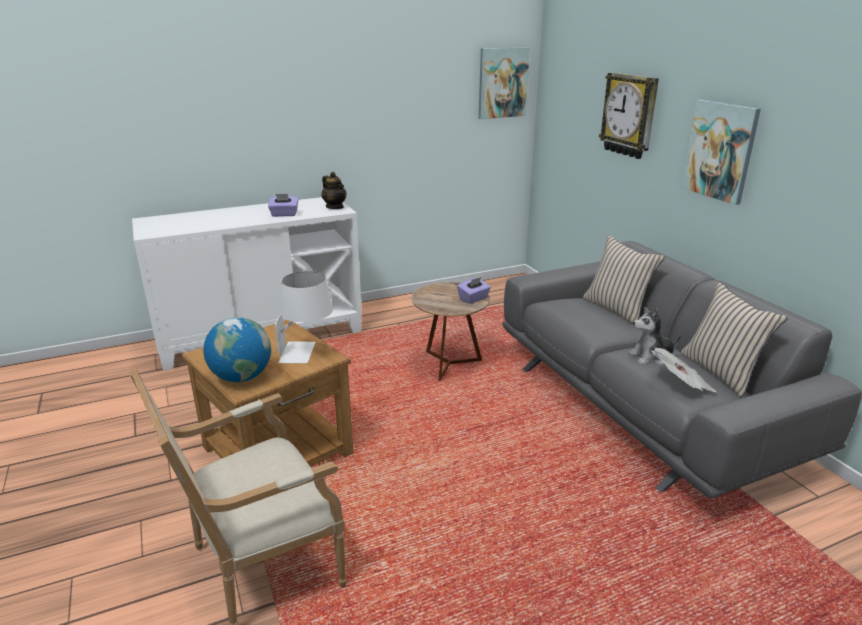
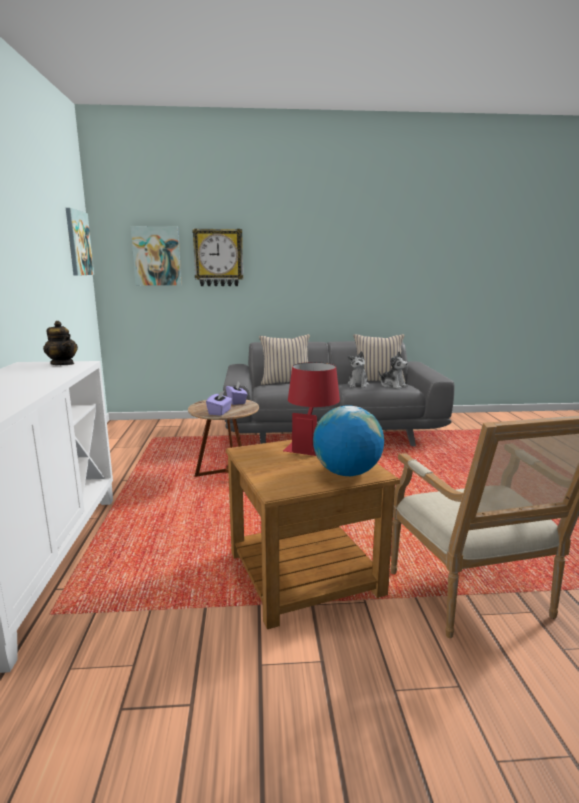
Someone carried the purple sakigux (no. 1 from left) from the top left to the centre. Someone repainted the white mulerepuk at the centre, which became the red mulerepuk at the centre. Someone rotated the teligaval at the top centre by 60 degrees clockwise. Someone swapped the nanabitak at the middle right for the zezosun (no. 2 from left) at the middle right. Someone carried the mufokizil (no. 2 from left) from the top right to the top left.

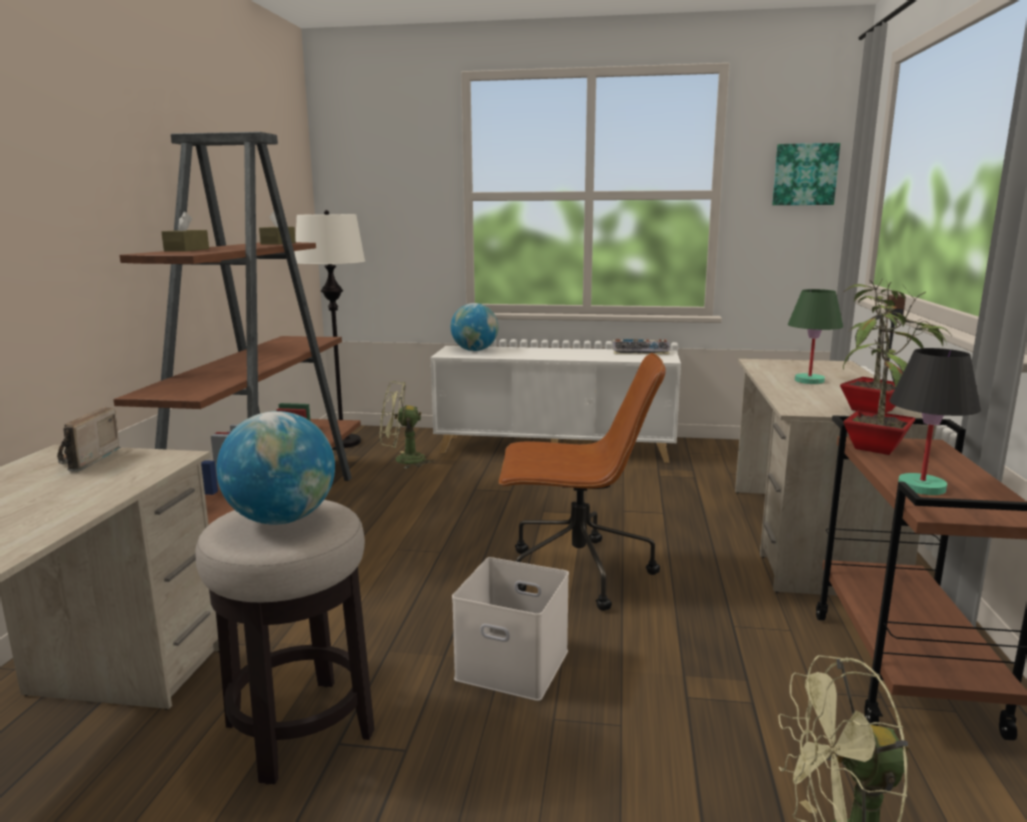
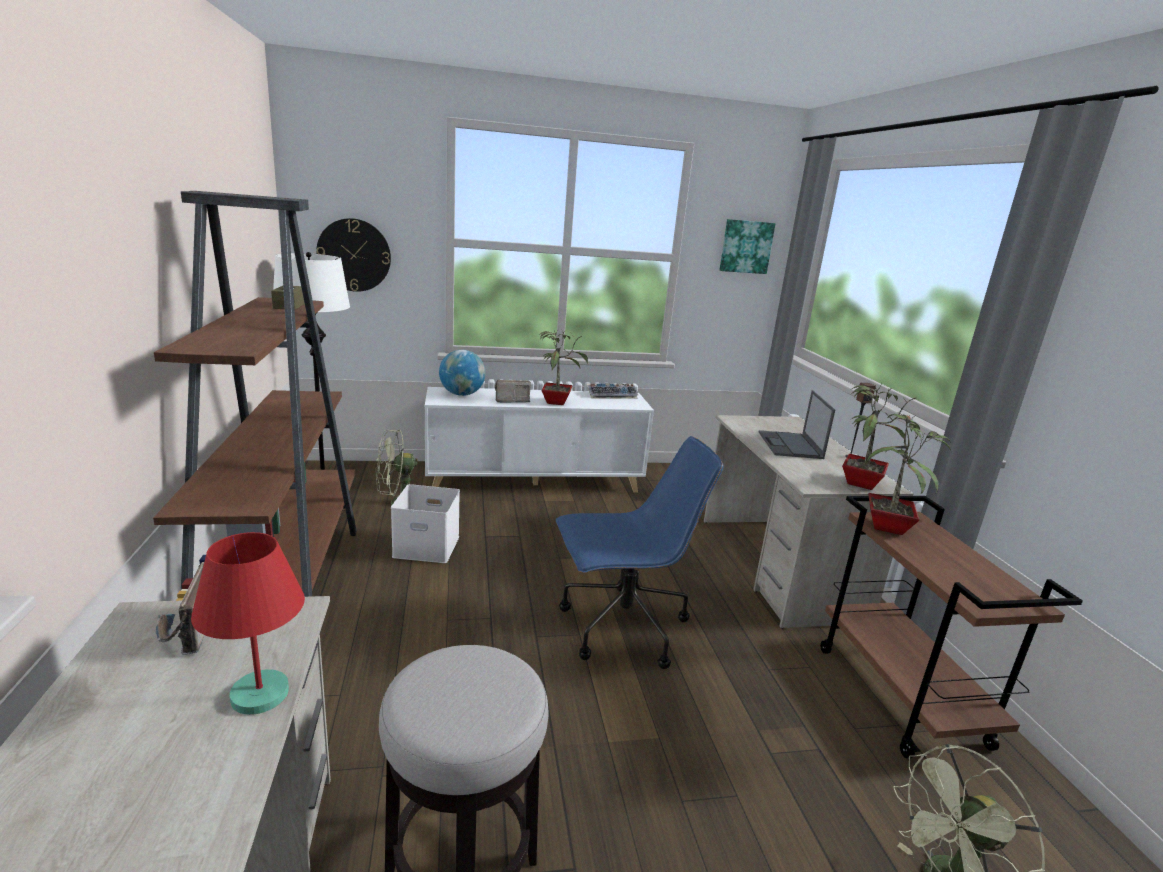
Someone took away the brown sakigux (no. 1 from left) at the top left. Someone took away the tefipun (no. 1 from left) at the middle left. Someone carried the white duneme from the bottom centre to the centre. Someone repainted the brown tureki at the centre, which became the blue tureki at the centre. Someone swapped the green mulerepuk at the middle right for the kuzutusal at the middle right. Someone took away the black mulerepuk at the middle right. Someone put down the red mulerepuk at the bottom left. Someone put up the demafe at the top left. Someone put down the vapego (no. 2 from left) at the centre. Someone put down the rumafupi (no. 1 from left) at the centre.

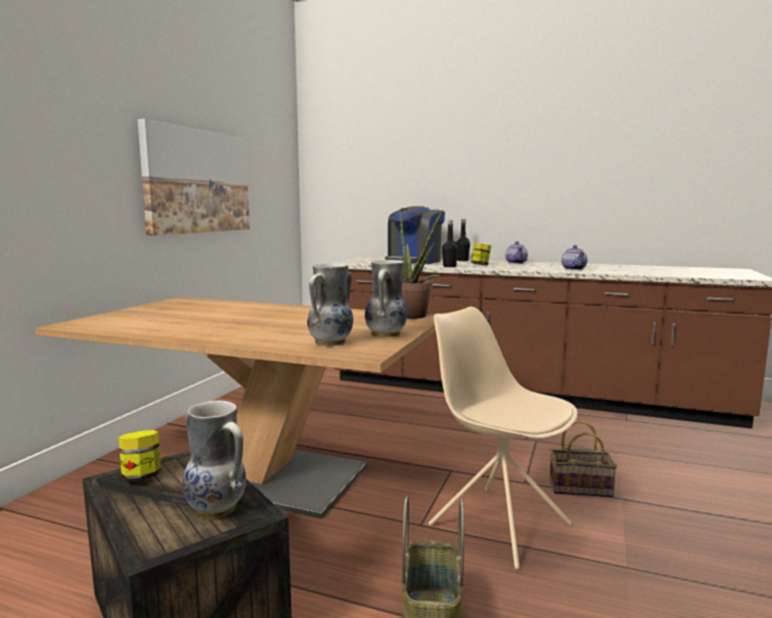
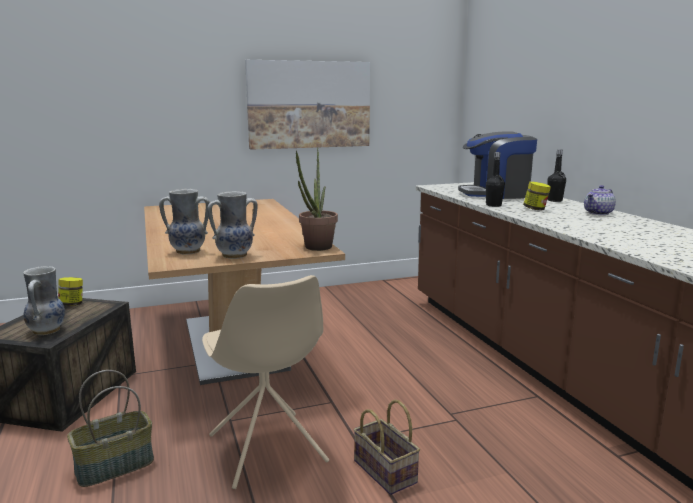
Someone rotated the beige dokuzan at the bottom centre by 150 degrees clockwise. Someone took away the teligaval (no. 2 from left) at the middle right.

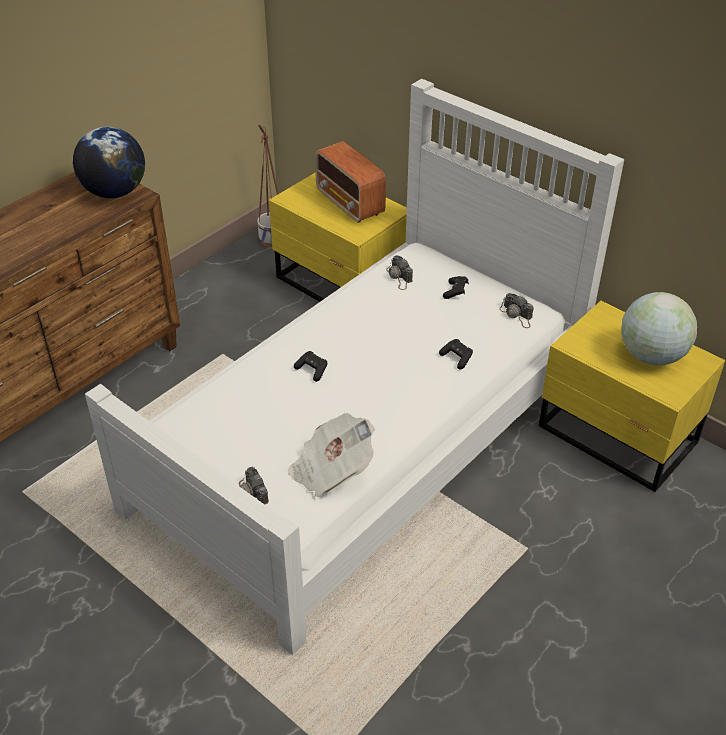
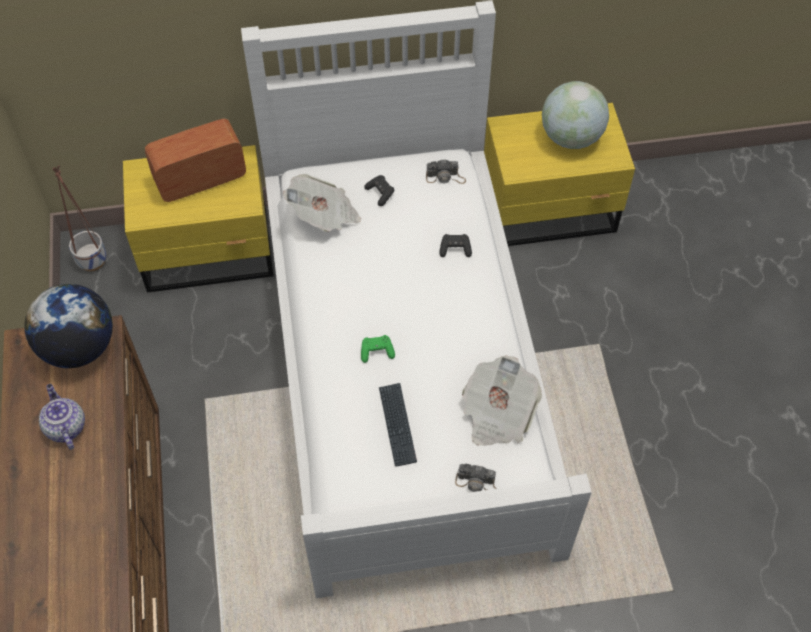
Someone repainted the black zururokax (no. 1 from left) at the centre, which became the green zururokax at the centre. Someone rotated the vapego at the top centre by 150 degrees clockwise. Someone swapped the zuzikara (no. 2 from left) at the centre for the nanabitak (no. 1 from left) at the top centre. Someone put down the teligaval at the middle left. Someone put down the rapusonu at the bottom centre.

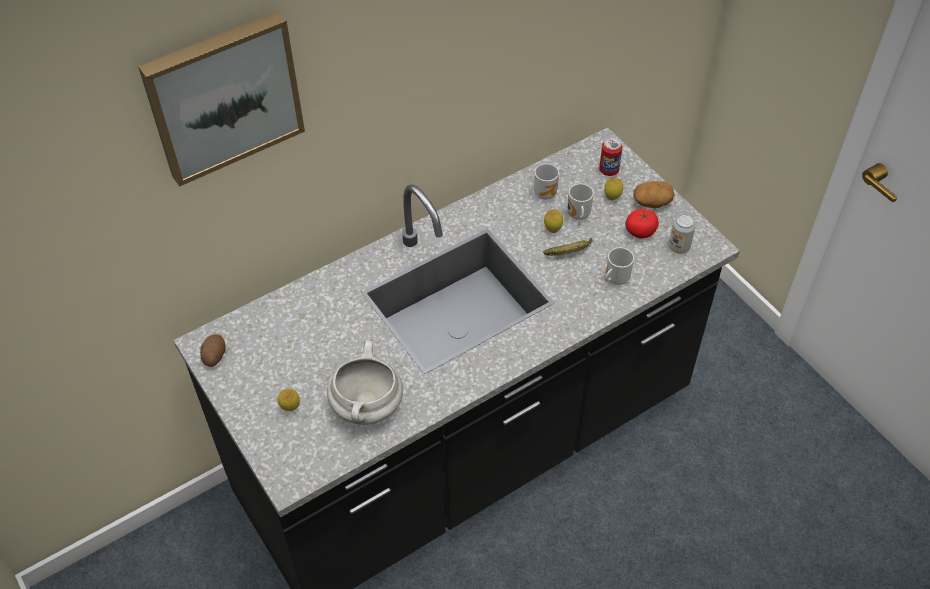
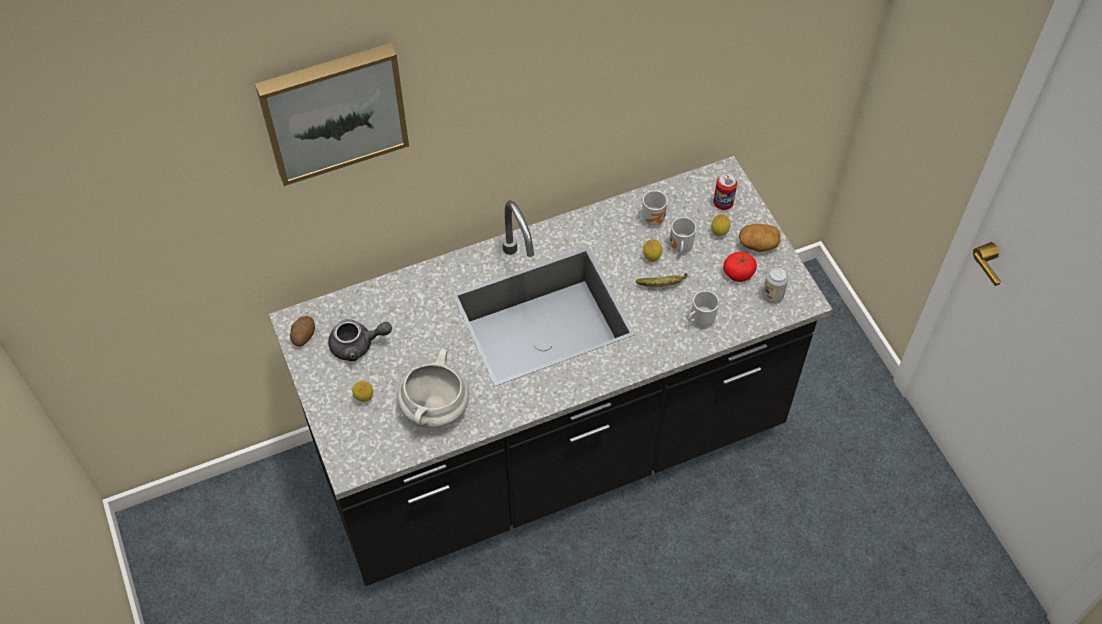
Someone put down the grey teligaval at the middle left.

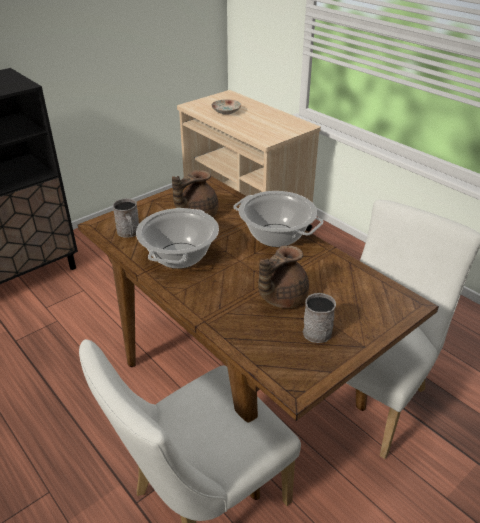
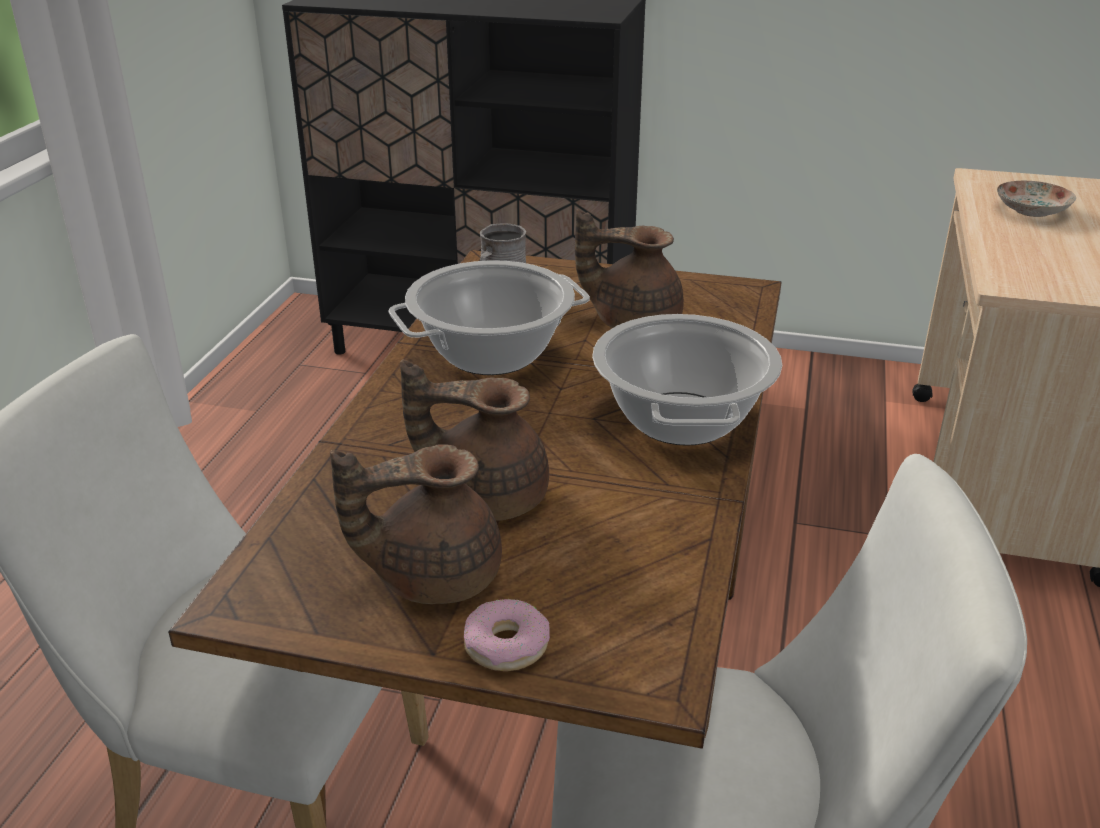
Someone swapped the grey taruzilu (no. 2 from left) at the centre for the brown teligaval (no. 1 from left) at the centre. Someone put down the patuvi at the bottom centre.

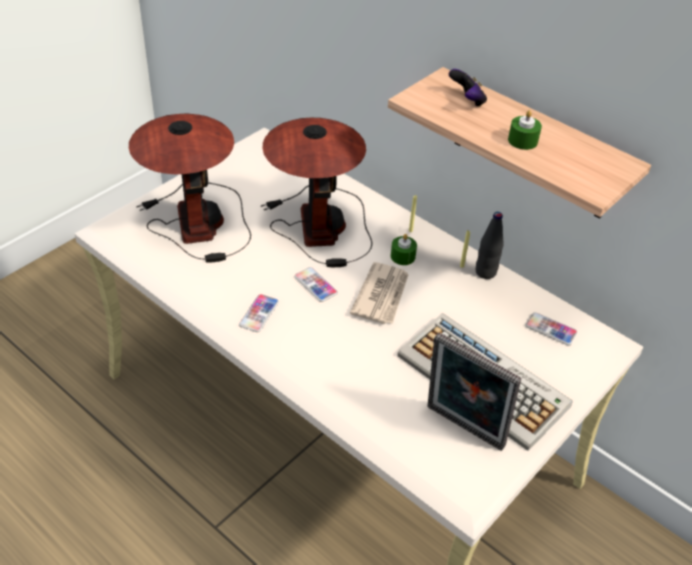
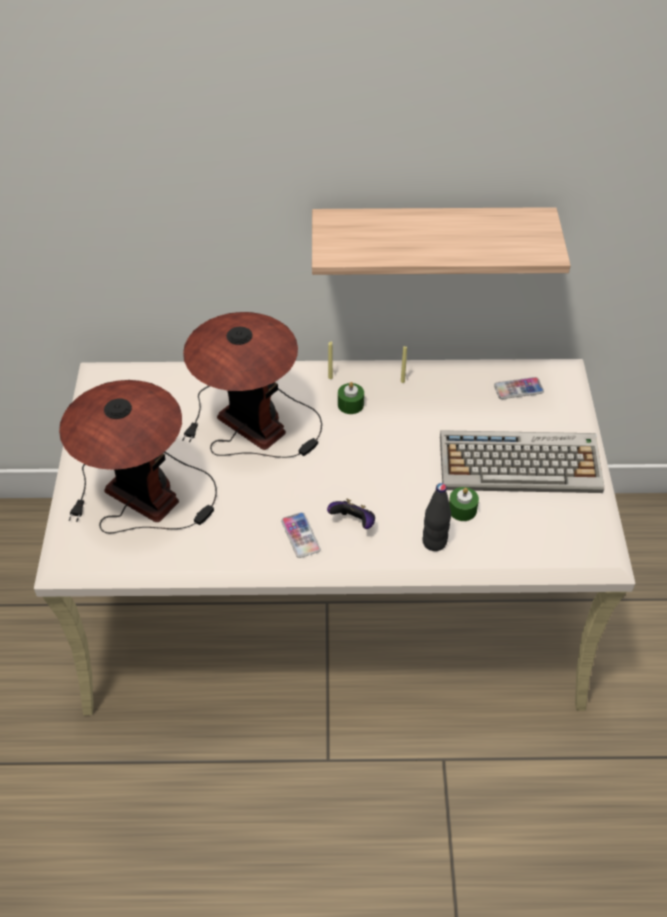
Someone took away the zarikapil (no. 2 from left) at the centre. Someone took away the nanabitak at the centre. Someone took away the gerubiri at the bottom right. Someone carried the zururokax from the top right to the centre. Someone carried the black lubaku from the middle right to the centre. Someone carried the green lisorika (no. 2 from left) from the top right to the middle right.

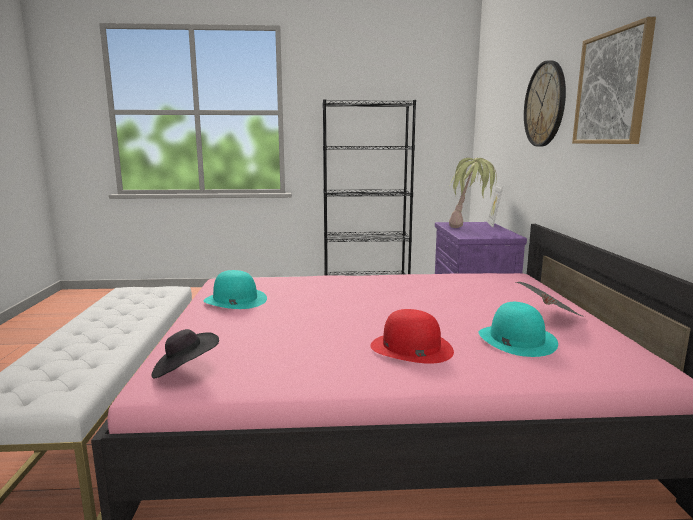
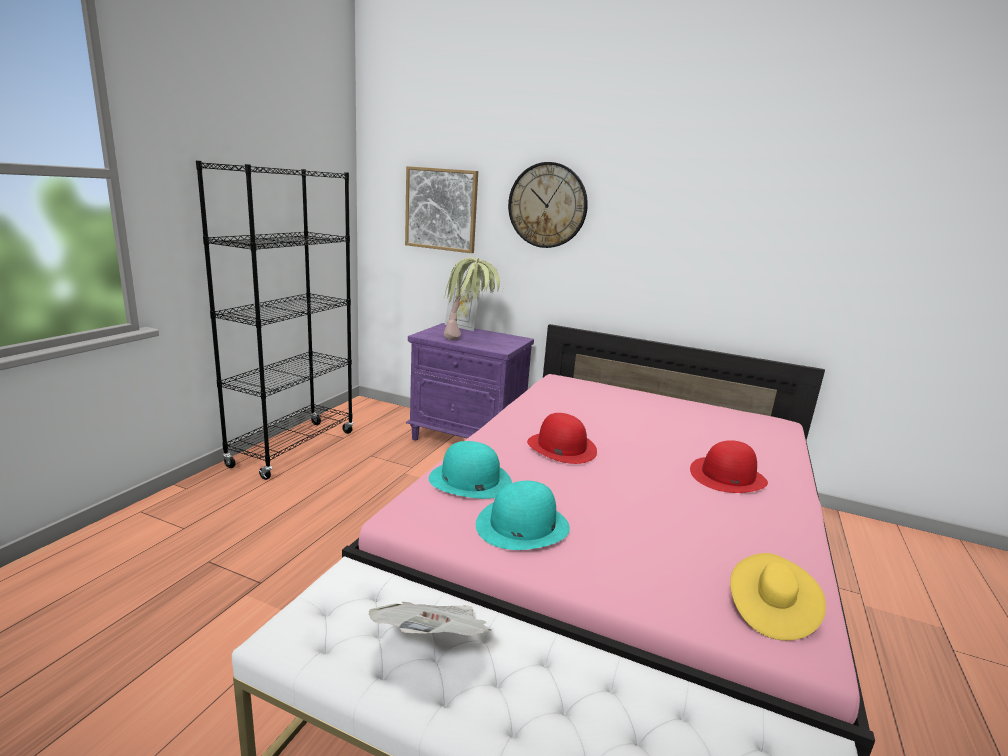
Someone repainted the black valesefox at the bottom left, which became the yellow valesefox at the bottom right. Someone carried the turquoise valesefox (no. 2 from left in the first image) from the middle right to the centre. Someone carried the nanabitak from the middle right to the bottom centre. Someone carried the mufokizil from the top right to the top centre. Someone put down the red valesefox (no. 1 from left) at the centre.

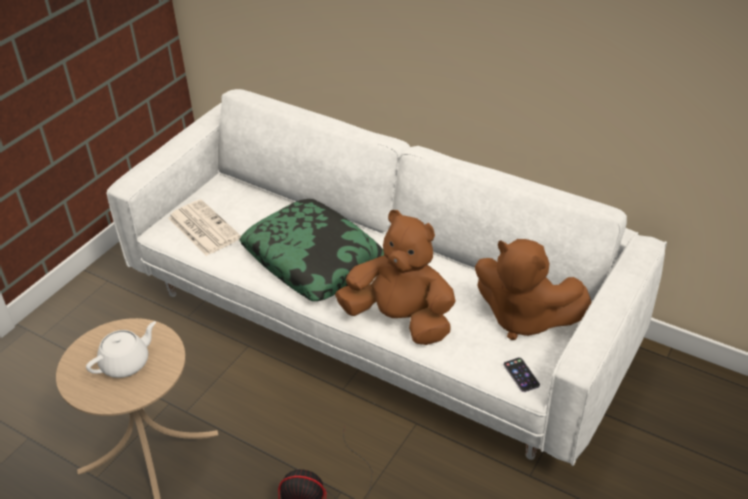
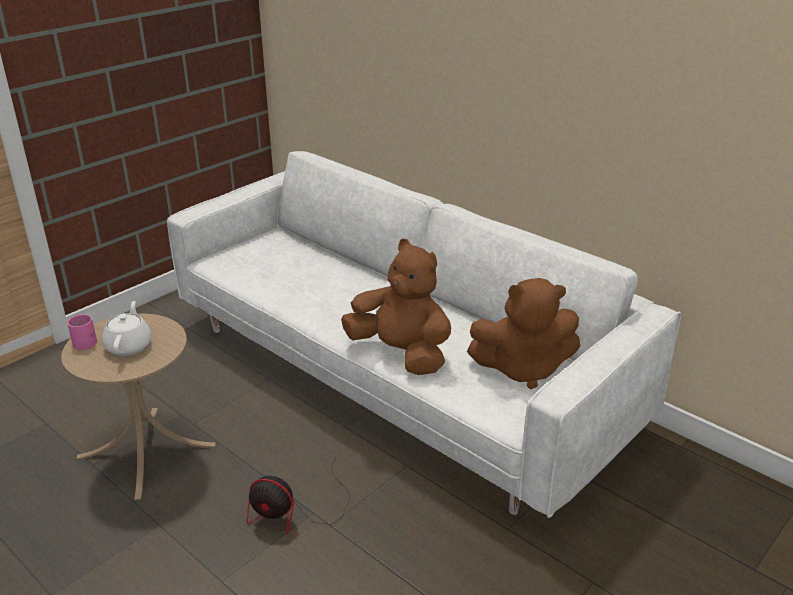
Someone rotated the white teligaval at the bottom left by 60 degrees counterclockwise. Someone took away the nanabitak at the middle left. Someone took away the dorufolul at the centre. Someone rotated the brown zezosun (no. 2 from left) at the middle right by 45 degrees counterclockwise. Someone took away the zarikapil at the bottom right. Someone put down the pink taruzilu at the middle left.

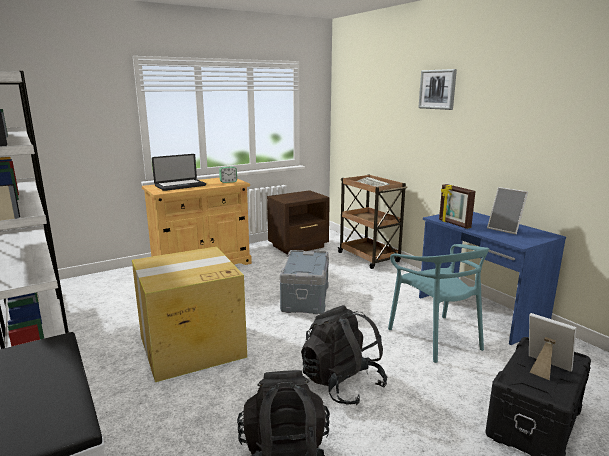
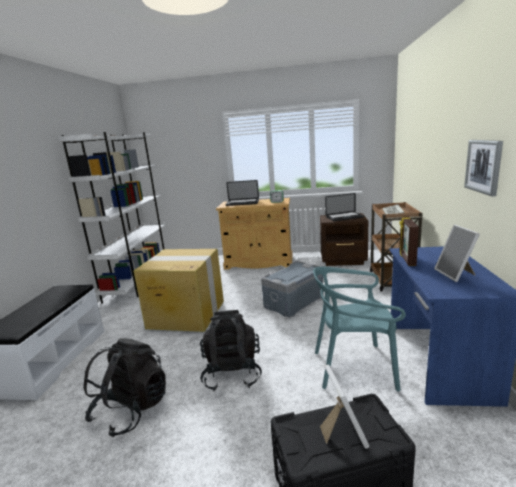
Someone rotated the turquoise dokuzan at the middle right by 75 degrees clockwise. Someone carried the mufokizil from the top right to the middle right. Someone put down the kuzutusal (no. 2 from left) at the middle right.

